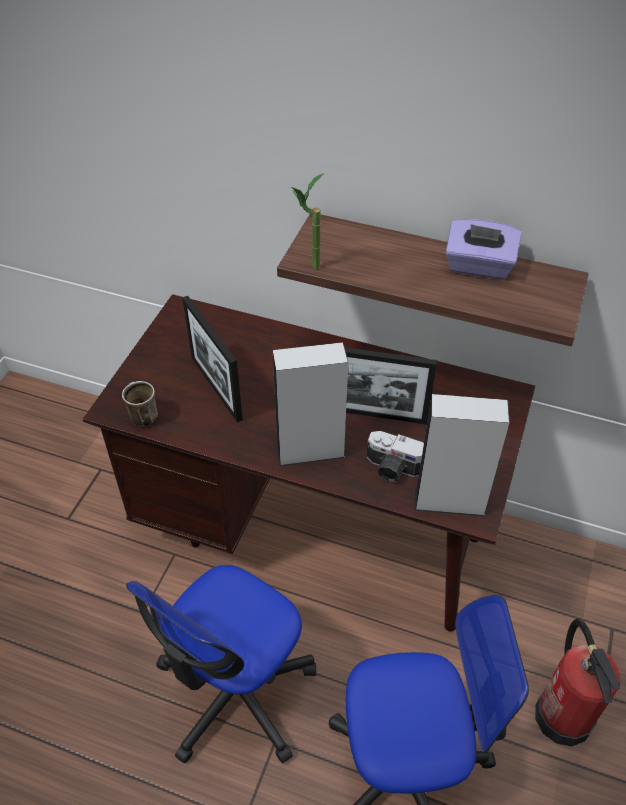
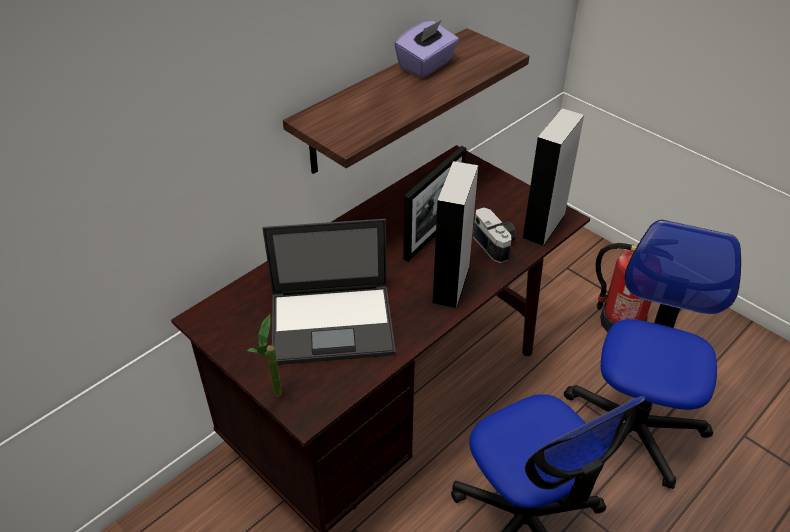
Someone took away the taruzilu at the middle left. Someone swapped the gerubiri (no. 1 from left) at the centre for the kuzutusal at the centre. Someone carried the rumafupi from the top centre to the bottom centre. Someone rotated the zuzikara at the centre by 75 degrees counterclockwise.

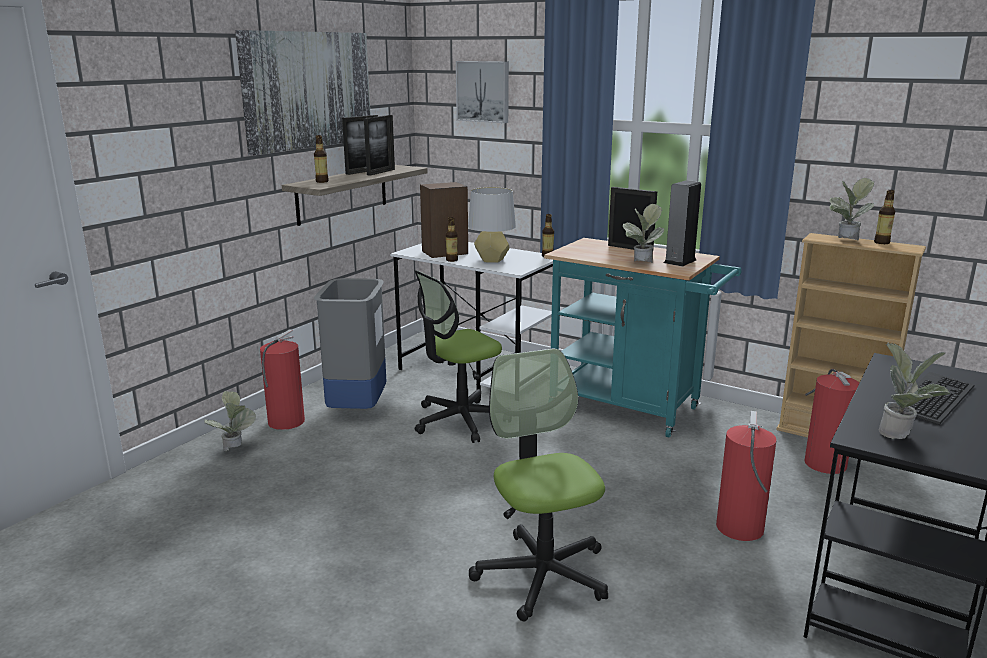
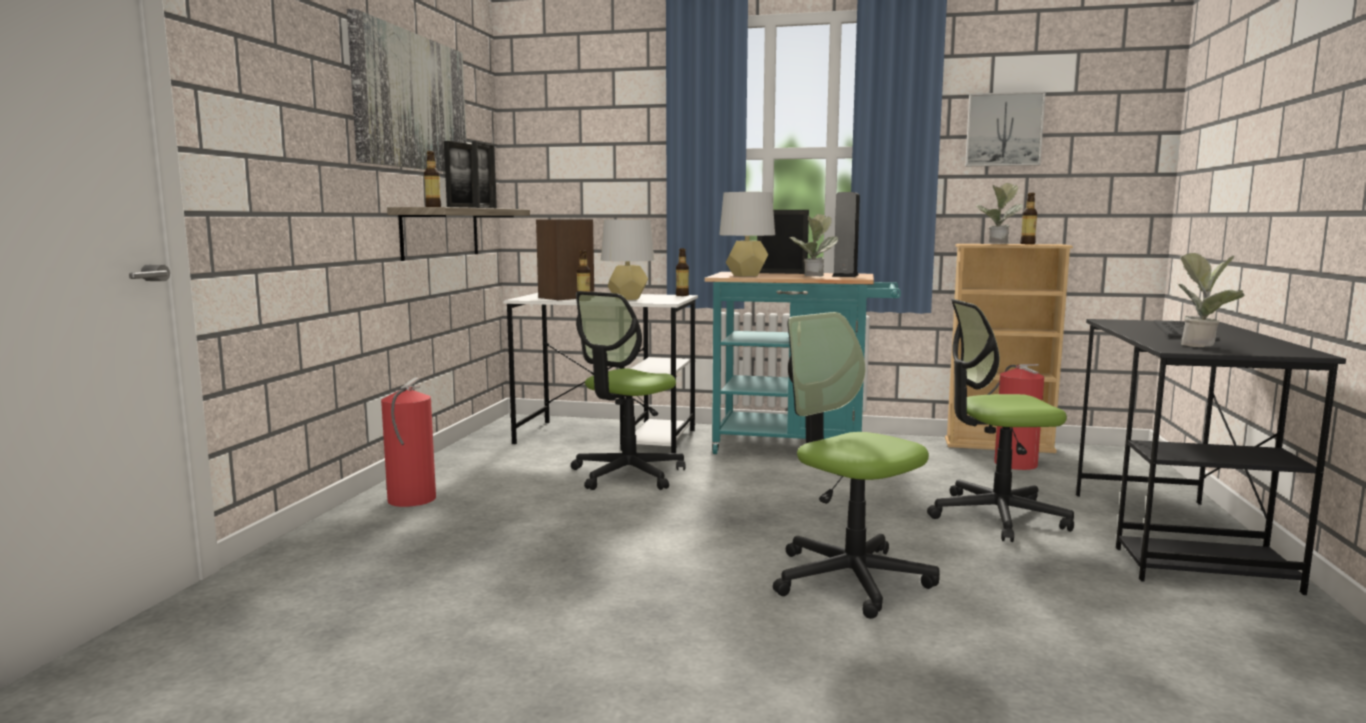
Someone took away the rumafupi (no. 1 from left) at the middle left. Someone took away the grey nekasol at the centre. Someone carried the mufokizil (no. 2 from left) from the top centre to the top right. Someone swapped the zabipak (no. 2 from left) at the bottom right for the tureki (no. 3 from left) at the middle right. Someone put down the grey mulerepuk (no. 2 from left) at the top centre.

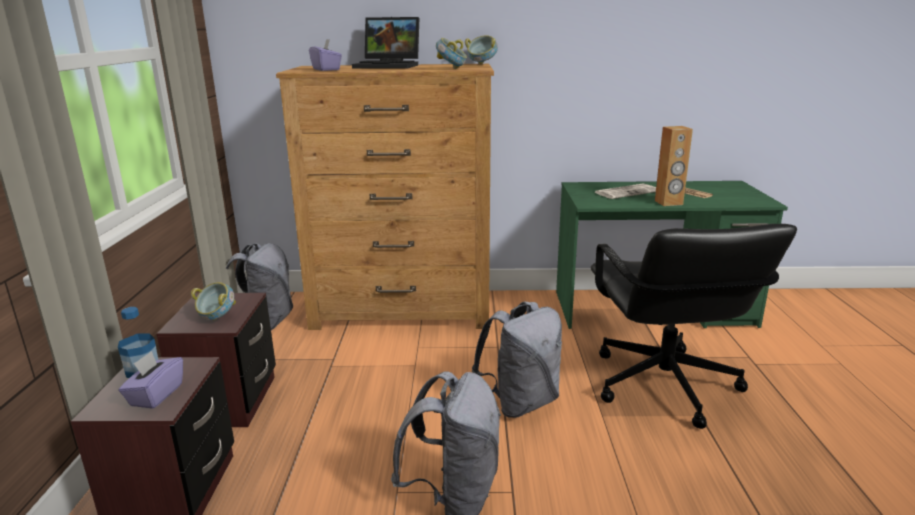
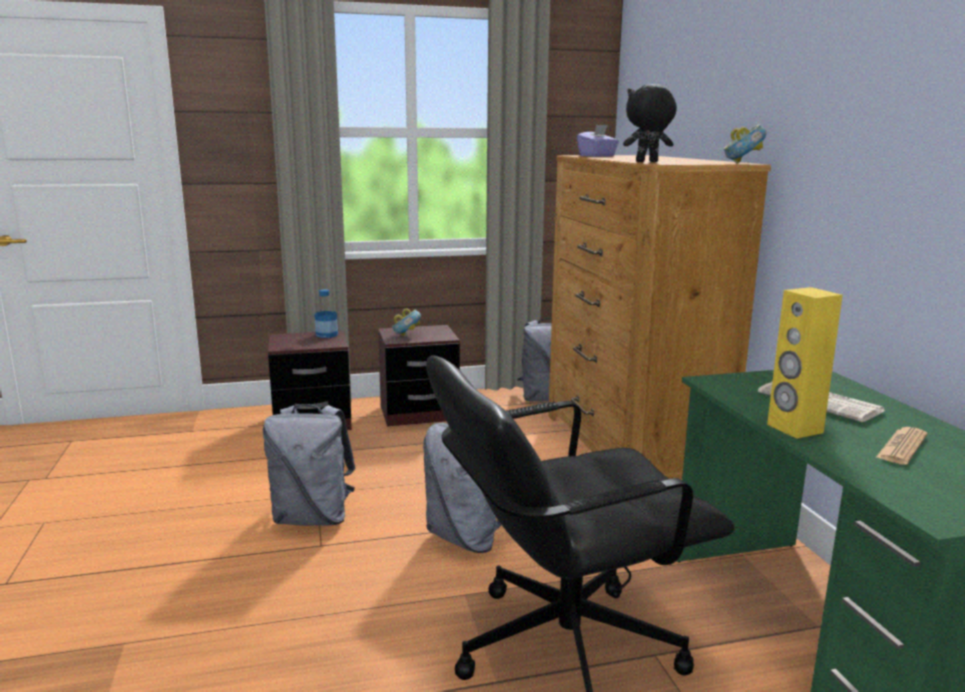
Someone took away the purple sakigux (no. 1 from left) at the bottom left. Someone took away the kuzutusal at the top centre. Someone swapped the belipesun (no. 2 from left) at the top centre for the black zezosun at the top right. Someone repainted the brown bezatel at the top right, which became the yellow bezatel at the middle right.

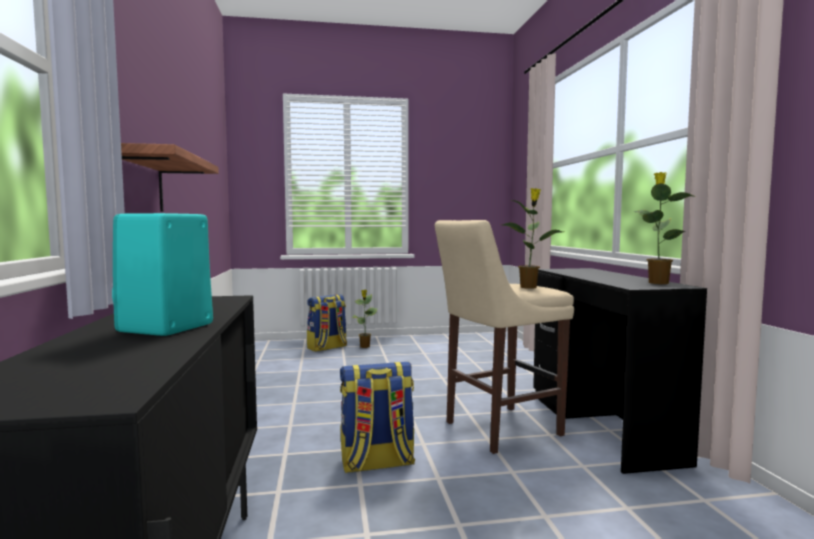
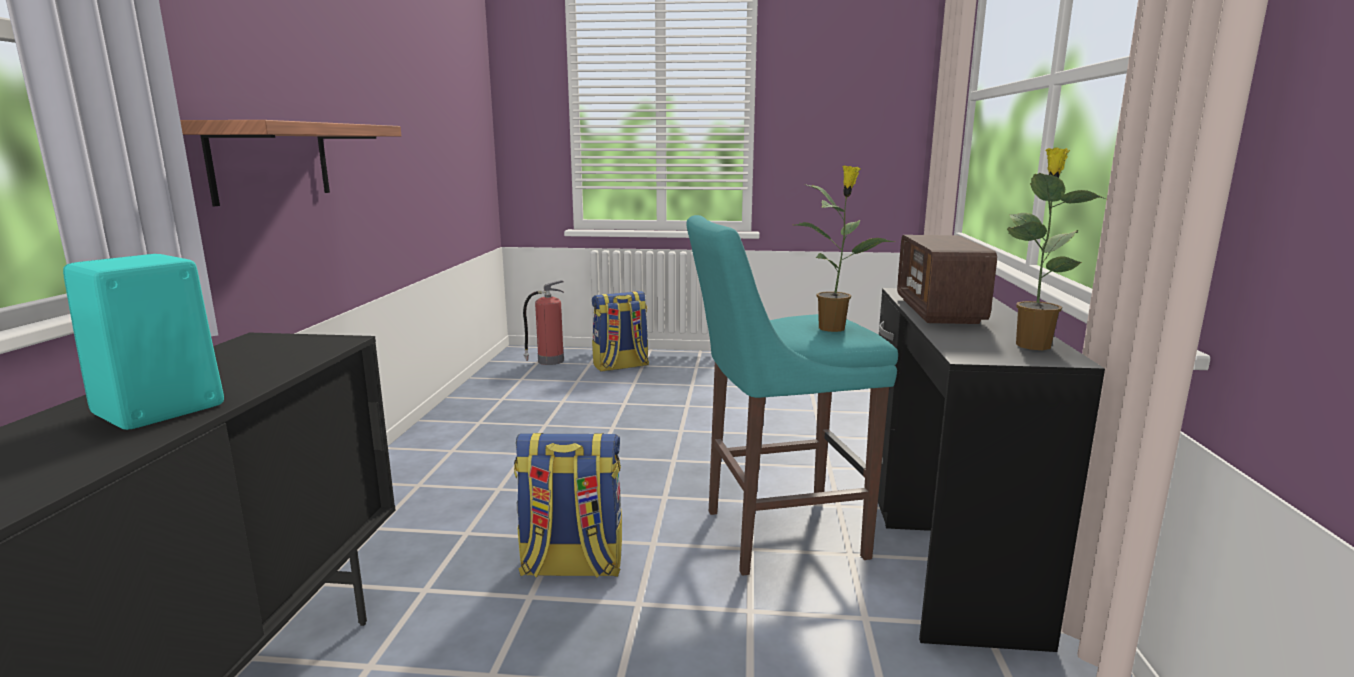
Someone took away the rumafupi (no. 1 from left) at the centre. Someone repainted the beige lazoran at the centre, which became the turquoise lazoran at the centre. Someone put down the zabipak at the centre. Someone put down the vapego at the middle right.

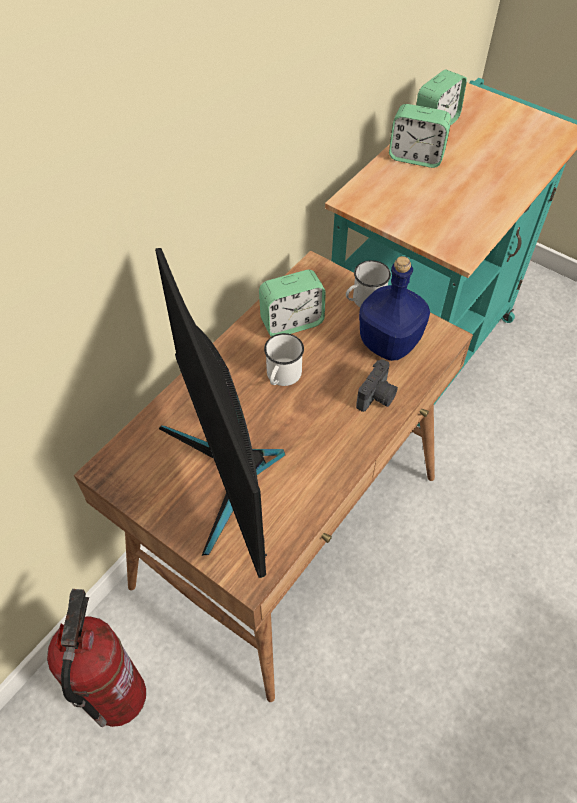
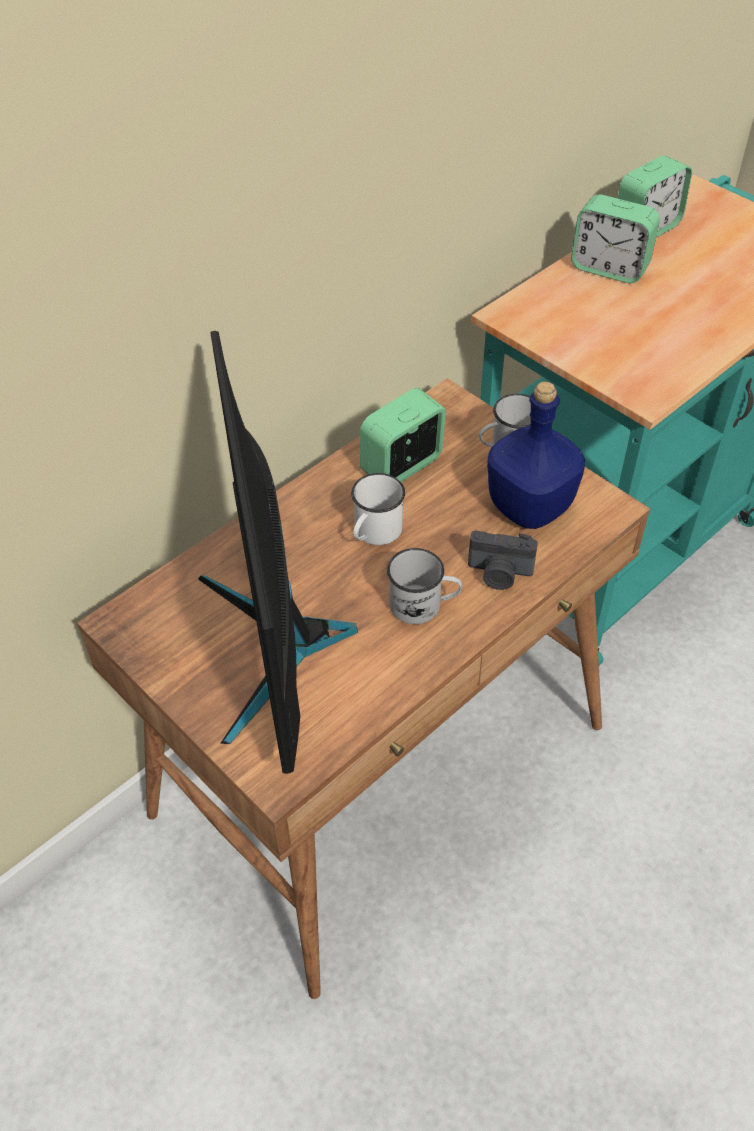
Someone took away the zabipak at the bottom left. Someone rotated the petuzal (no. 1 from left) at the centre by 150 degrees clockwise. Someone rotated the zuzikara at the centre by 60 degrees clockwise. Someone put down the white taruzilu (no. 2 from left) at the centre.

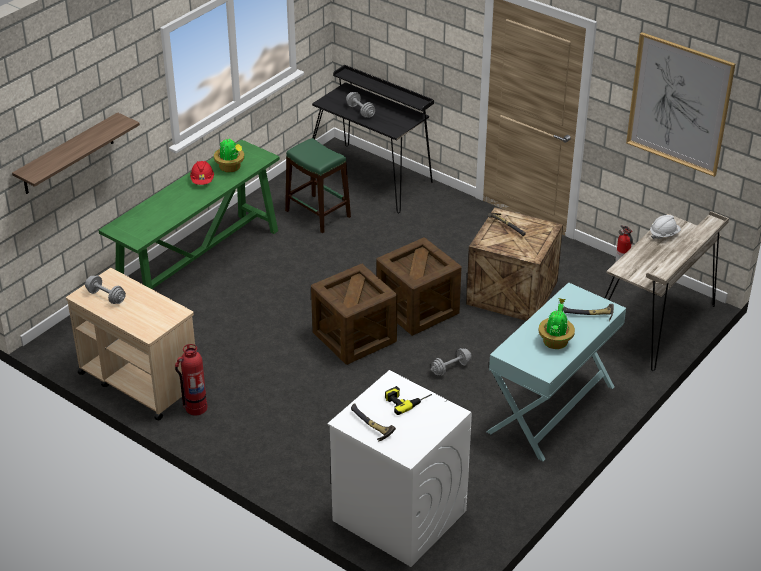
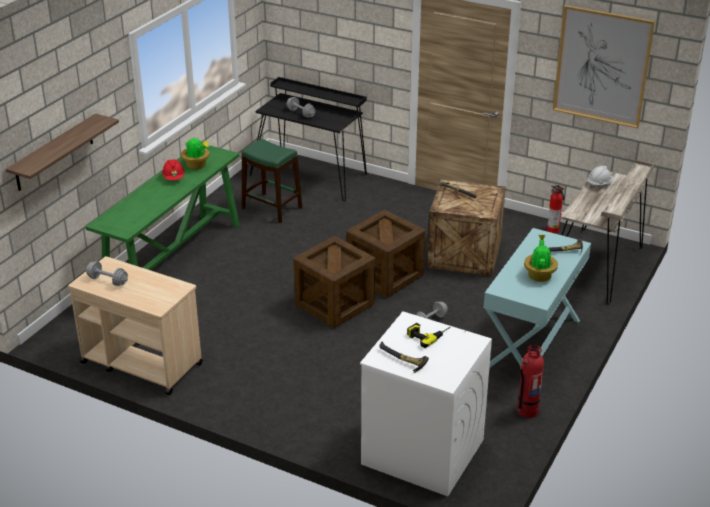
Someone carried the zabipak (no. 1 from left) from the middle left to the bottom right.

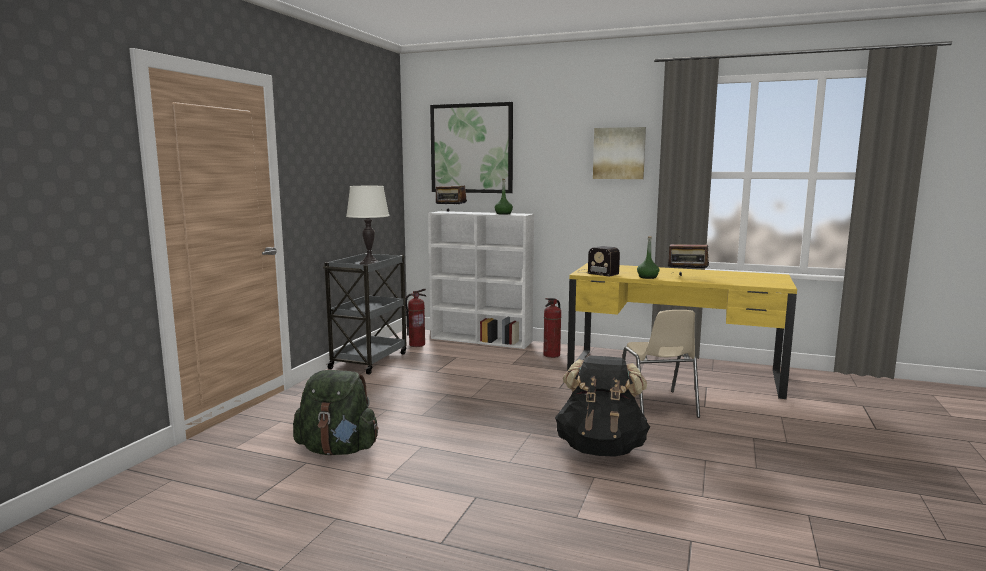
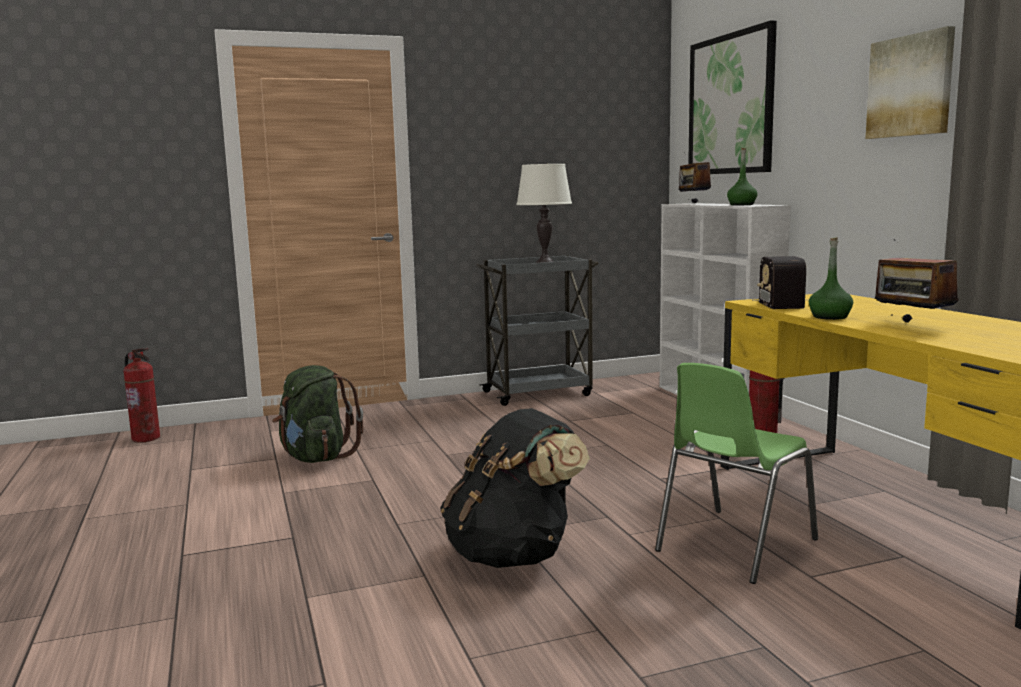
Someone carried the zabipak (no. 1 from left) from the centre to the middle left. Someone repainted the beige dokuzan at the middle right, which became the green dokuzan at the bottom right.

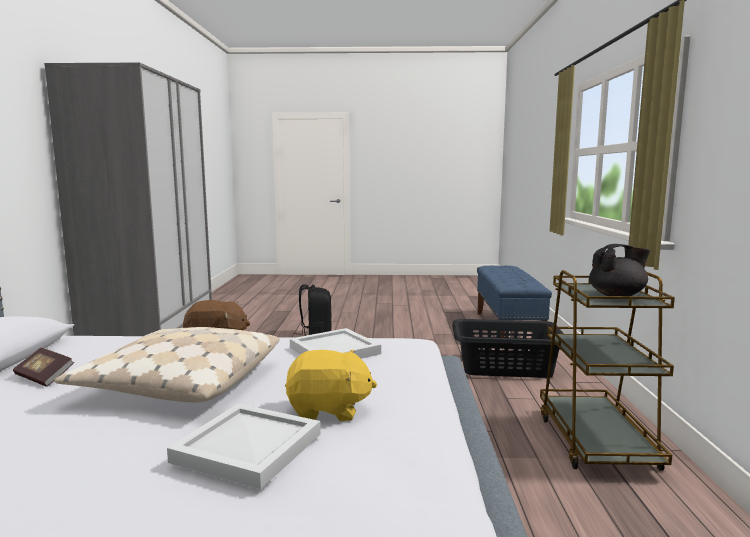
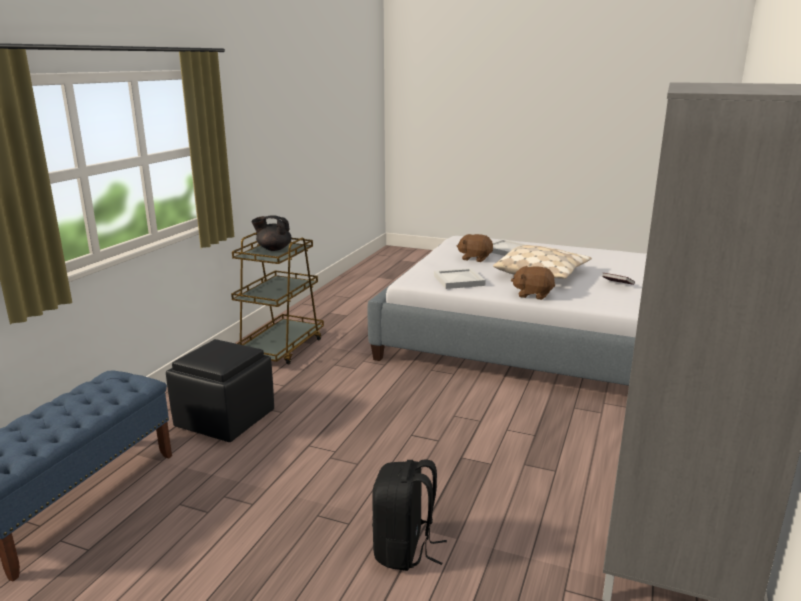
Someone repainted the yellow zezosun at the bottom centre, which became the brown zezosun (no. 1 from left) at the centre. Someone swapped the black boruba at the middle right for the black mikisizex at the middle left.

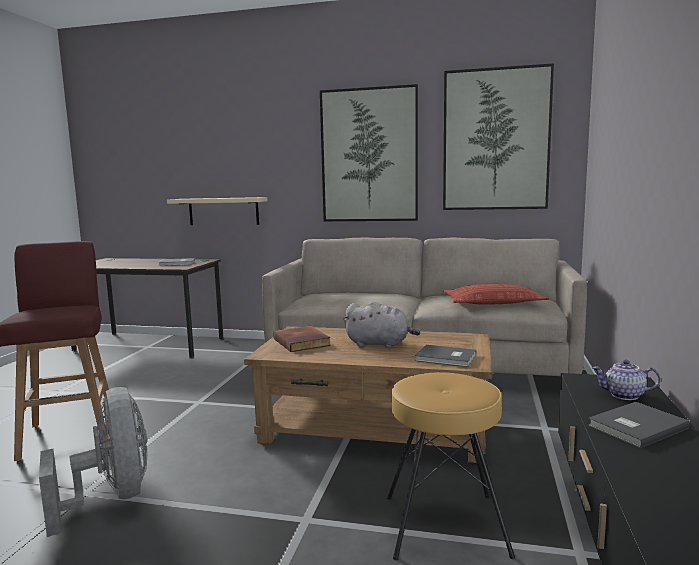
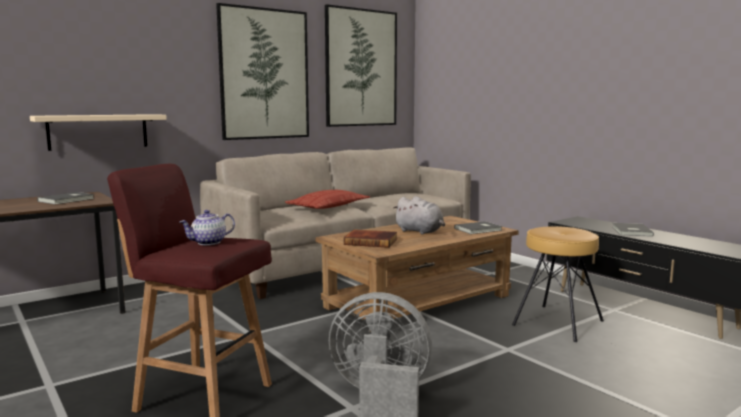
Someone rotated the grey zezosun at the centre by 75 degrees clockwise. Someone carried the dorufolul from the middle right to the centre. Someone carried the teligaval from the bottom right to the middle left.

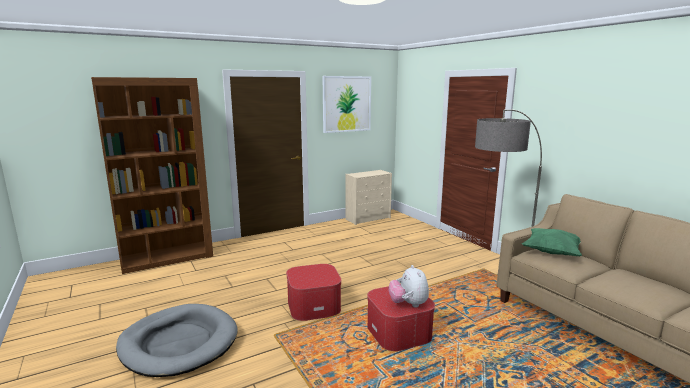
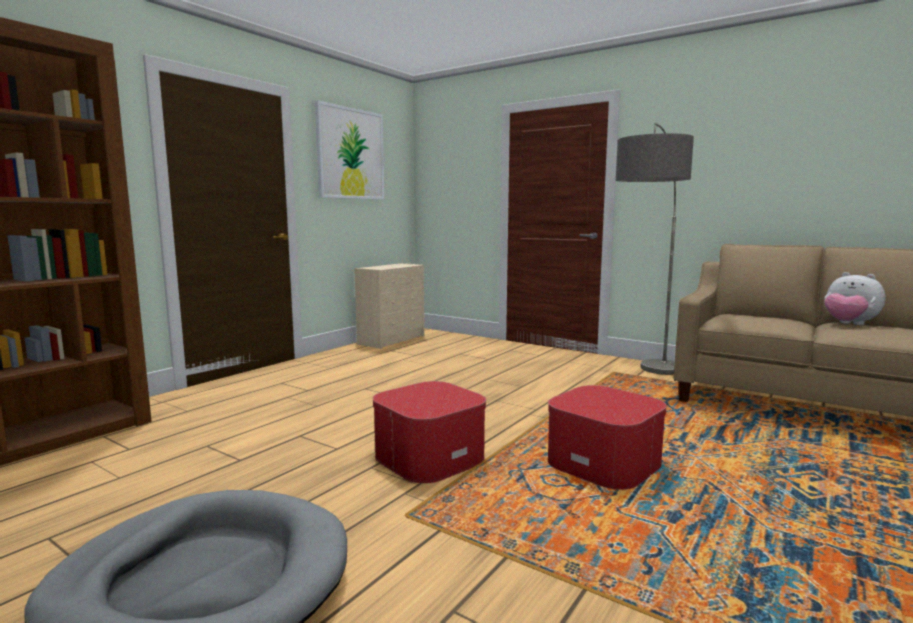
Someone carried the zezosun from the bottom centre to the middle right. Someone took away the green dorufolul at the middle right.

